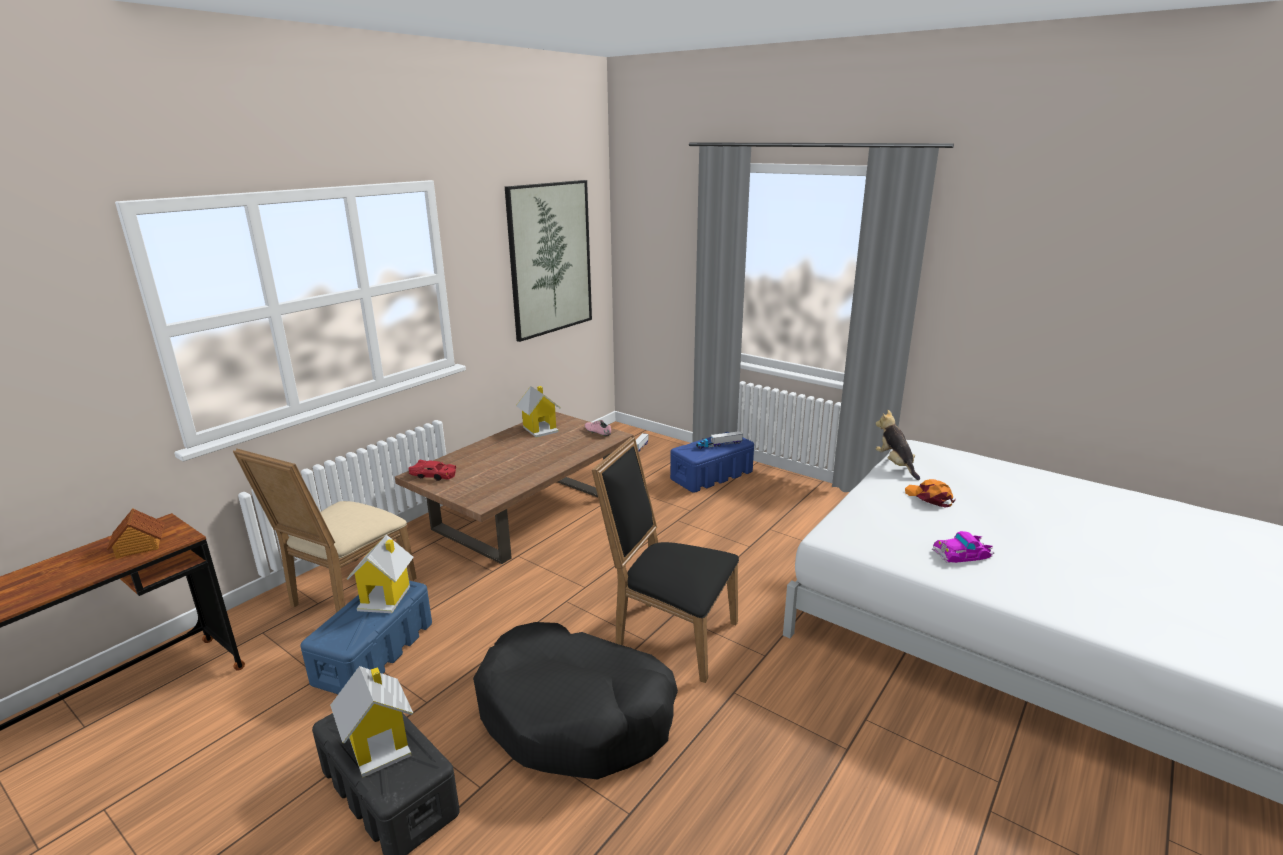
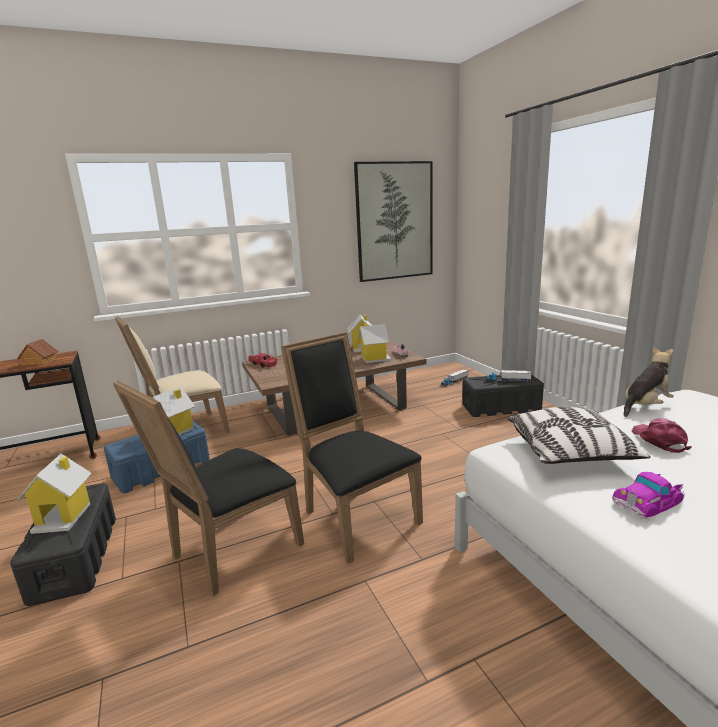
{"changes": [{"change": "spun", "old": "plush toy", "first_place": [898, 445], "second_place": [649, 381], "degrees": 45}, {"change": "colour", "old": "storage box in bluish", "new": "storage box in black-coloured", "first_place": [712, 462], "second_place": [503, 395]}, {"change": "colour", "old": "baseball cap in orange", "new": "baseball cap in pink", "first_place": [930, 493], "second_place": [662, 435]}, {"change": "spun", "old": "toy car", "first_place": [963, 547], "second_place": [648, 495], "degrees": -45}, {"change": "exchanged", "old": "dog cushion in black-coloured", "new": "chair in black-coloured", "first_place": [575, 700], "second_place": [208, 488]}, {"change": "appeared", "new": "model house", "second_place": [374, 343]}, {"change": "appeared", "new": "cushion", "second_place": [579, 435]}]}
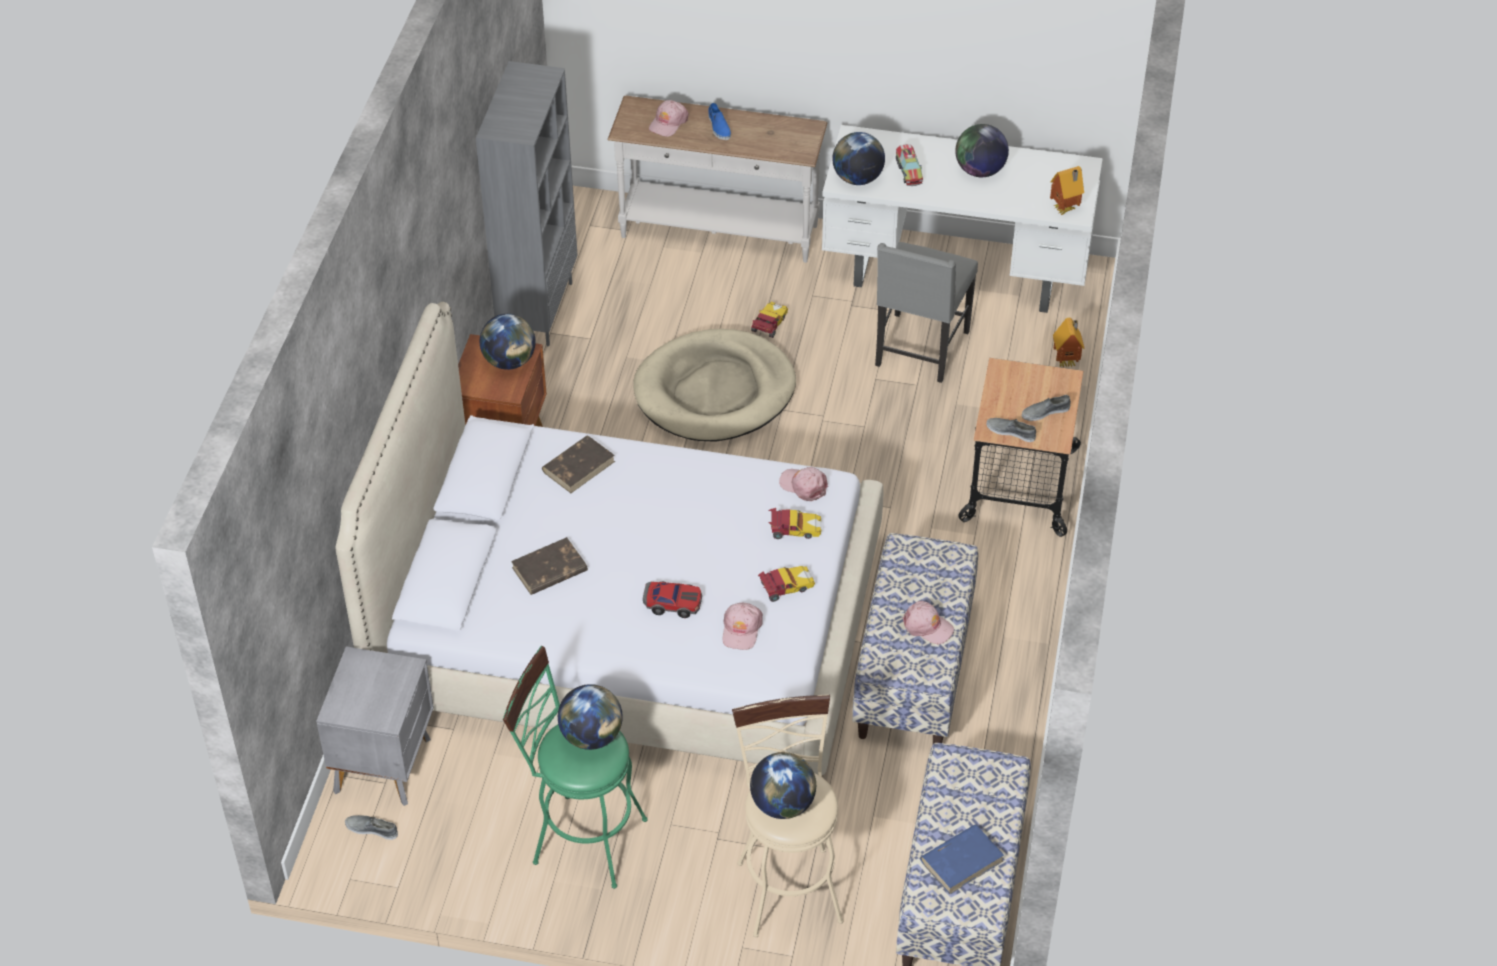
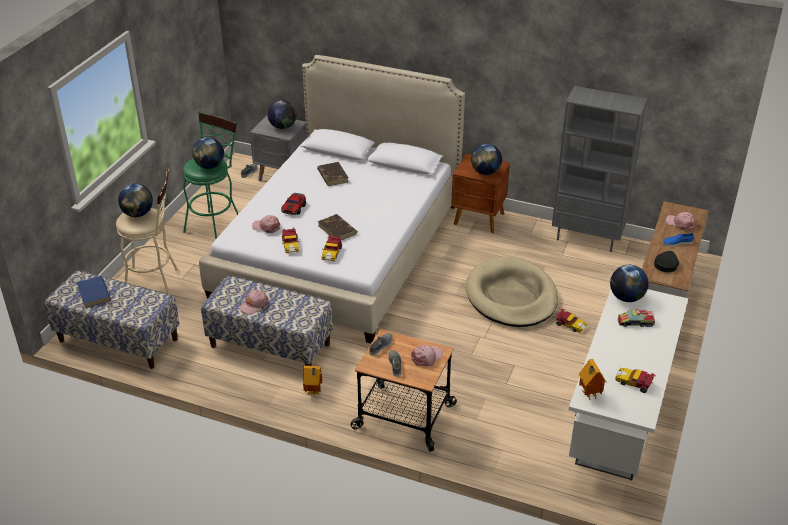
{"changes": [{"change": "relocated", "old": "desk globe", "first_place": [982, 150], "second_place": [282, 114]}, {"change": "missing", "old": "chair in gray", "first_place": [926, 312]}, {"change": "relocated", "old": "model house", "first_place": [1068, 343], "second_place": [312, 380]}, {"change": "relocated", "old": "volume in brown-coloured", "first_place": [578, 464], "second_place": [337, 227]}, {"change": "relocated", "old": "baseball cap in pink", "first_place": [803, 484], "second_place": [427, 355]}, {"change": "appeared", "new": "baseball cap in black-coloured", "second_place": [666, 261]}, {"change": "appeared", "new": "toy car", "second_place": [635, 380]}]}
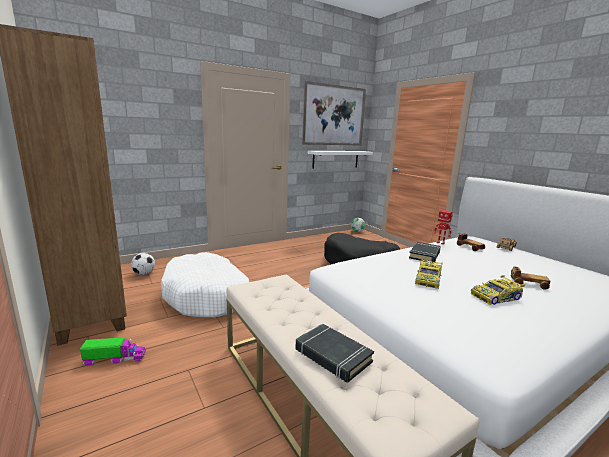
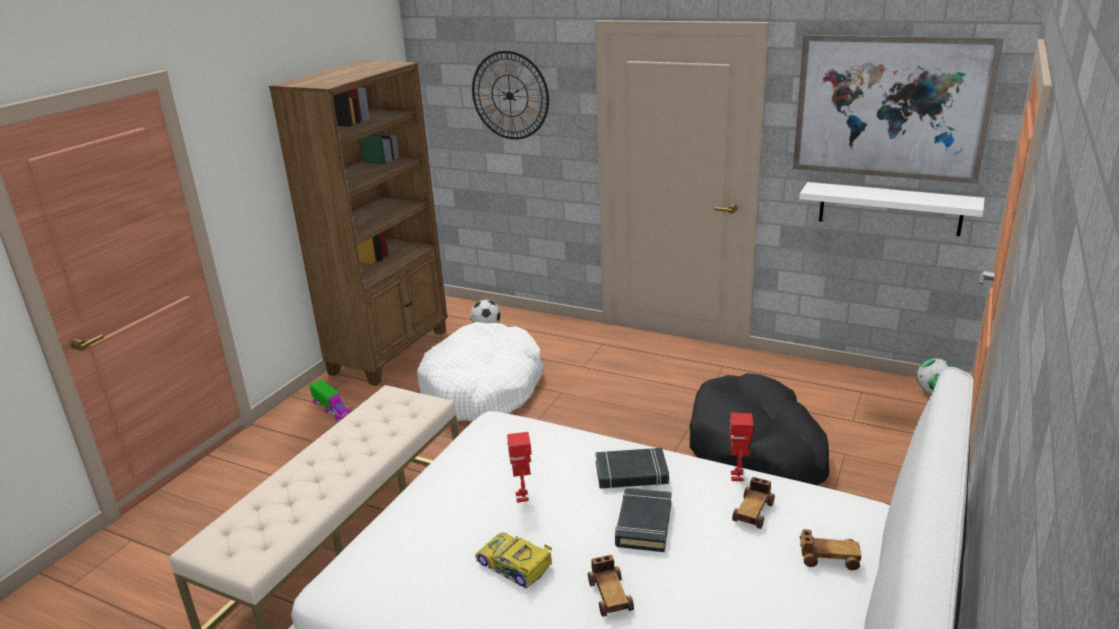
{"changes": [{"change": "exchanged", "old": "toy car", "new": "model robot", "first_place": [429, 273], "second_place": [519, 467]}, {"change": "relocated", "old": "volume in black-coloured", "first_place": [334, 353], "second_place": [643, 520]}, {"change": "appeared", "new": "clock on the wall", "second_place": [510, 95]}]}
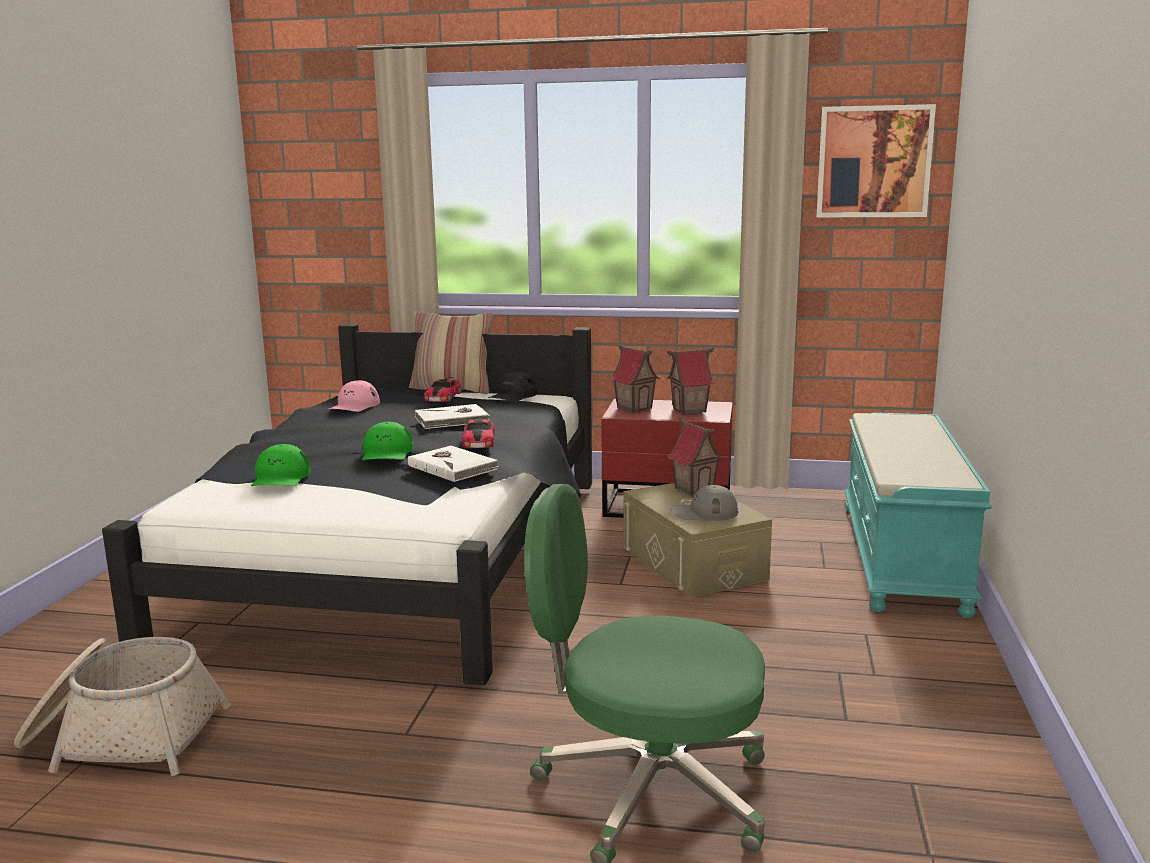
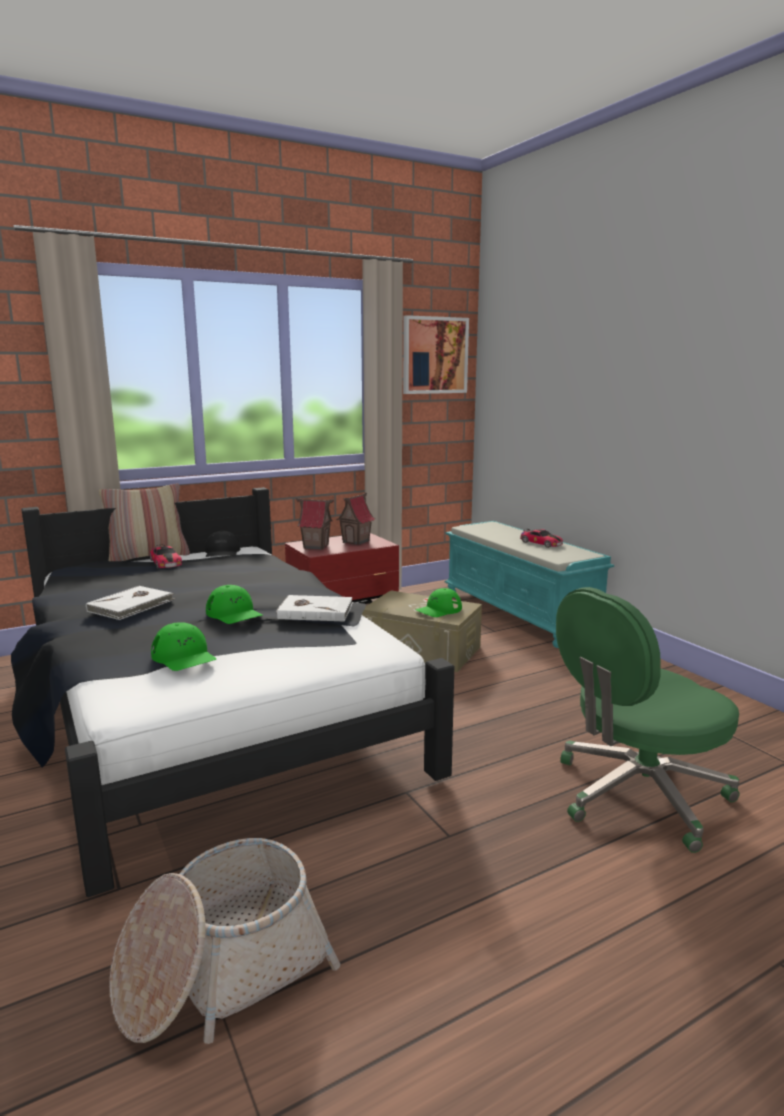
{"changes": [{"change": "missing", "old": "baseball cap in pink", "first_place": [354, 396]}, {"change": "relocated", "old": "volume in whitish", "first_place": [453, 416], "second_place": [131, 603]}, {"change": "relocated", "old": "toy car", "first_place": [478, 432], "second_place": [541, 538]}, {"change": "missing", "old": "model house", "first_place": [695, 457]}, {"change": "colour", "old": "baseball cap in gray", "new": "baseball cap in green-coloured", "first_place": [704, 503], "second_place": [438, 602]}]}
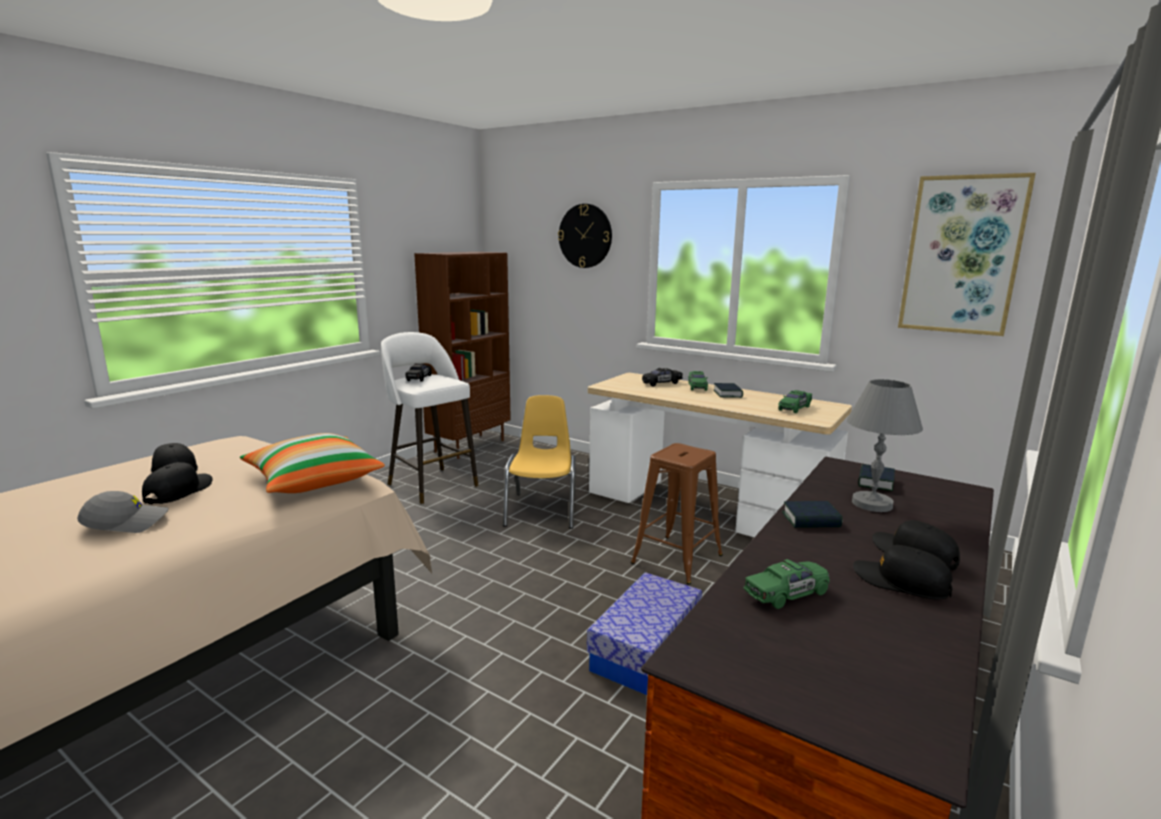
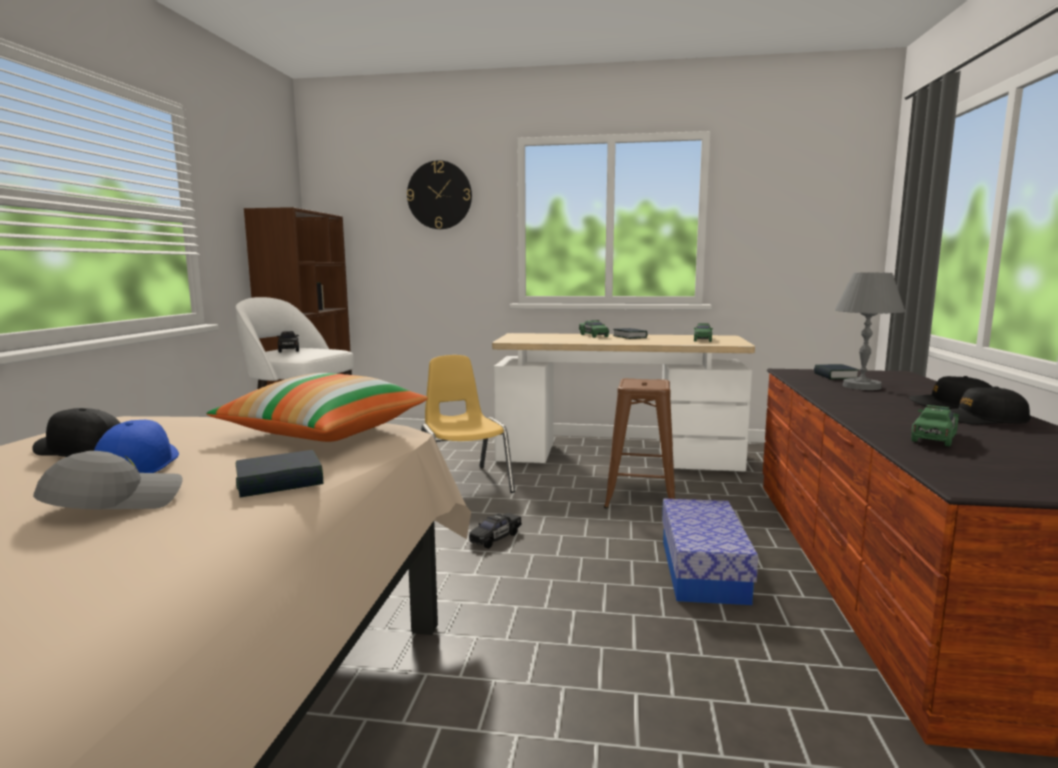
{"changes": [{"change": "missing", "old": "picture", "first_place": [967, 254]}, {"change": "relocated", "old": "toy car in black-coloured", "first_place": [662, 377], "second_place": [495, 531]}, {"change": "colour", "old": "baseball cap in black-coloured", "new": "baseball cap in bluish", "first_place": [177, 483], "second_place": [136, 446]}, {"change": "relocated", "old": "volume", "first_place": [812, 514], "second_place": [279, 474]}]}
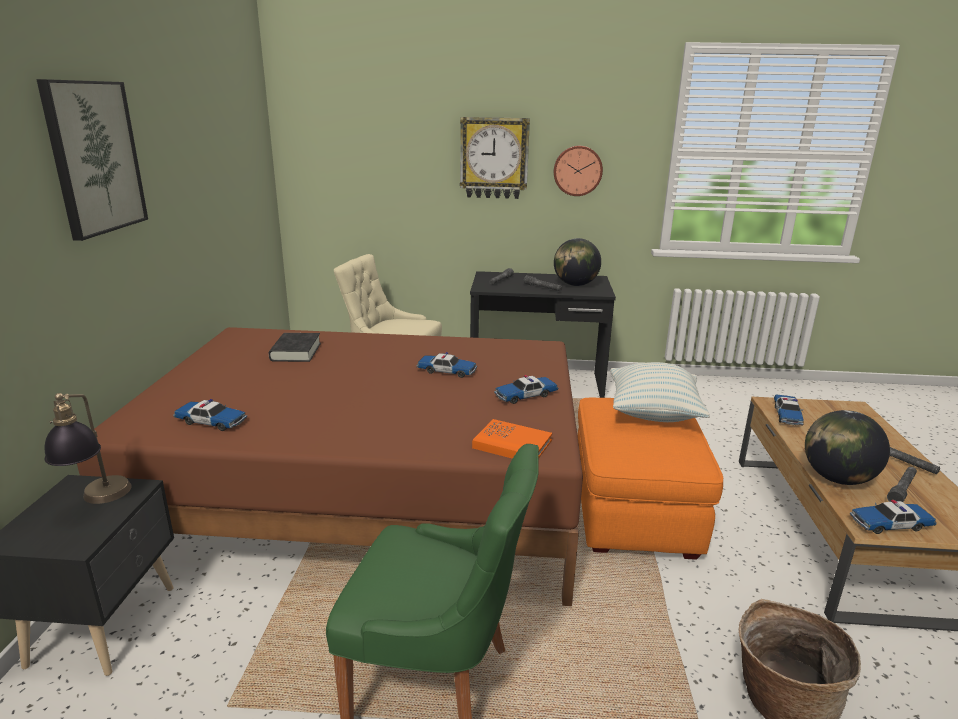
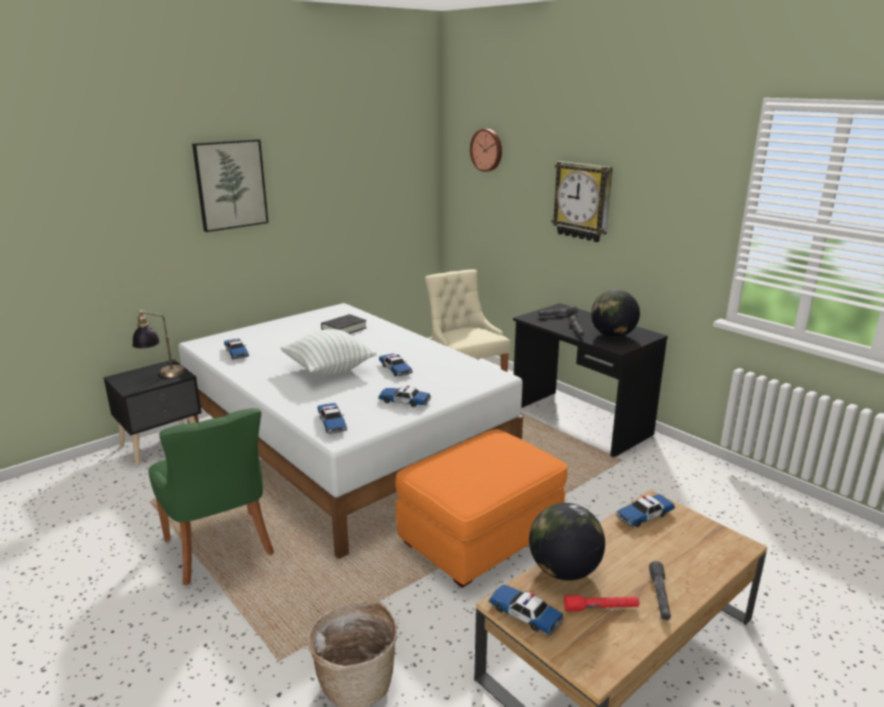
{"changes": [{"change": "relocated", "old": "clock on the wall", "first_place": [578, 171], "second_place": [486, 150]}, {"change": "colour", "old": "sleeping bed in brown-coloured", "new": "sleeping bed in whitish", "first_place": [330, 466], "second_place": [350, 431]}, {"change": "relocated", "old": "cushion", "first_place": [660, 392], "second_place": [328, 352]}, {"change": "exchanged", "old": "volume in orange", "new": "toy car", "first_place": [512, 439], "second_place": [332, 418]}, {"change": "colour", "old": "flashlight in gray", "new": "flashlight in red-coloured", "first_place": [902, 484], "second_place": [602, 603]}]}
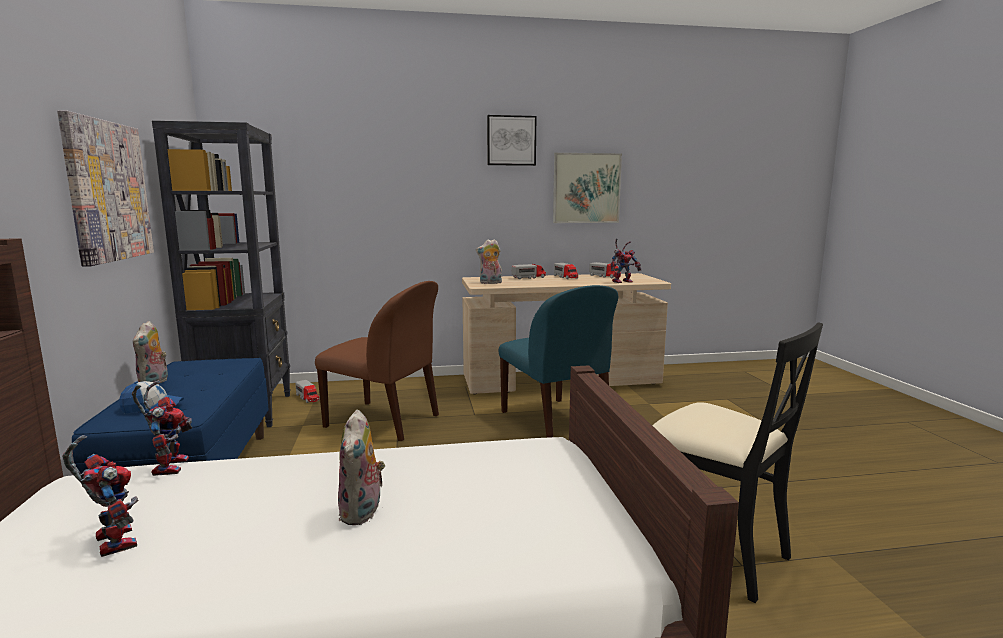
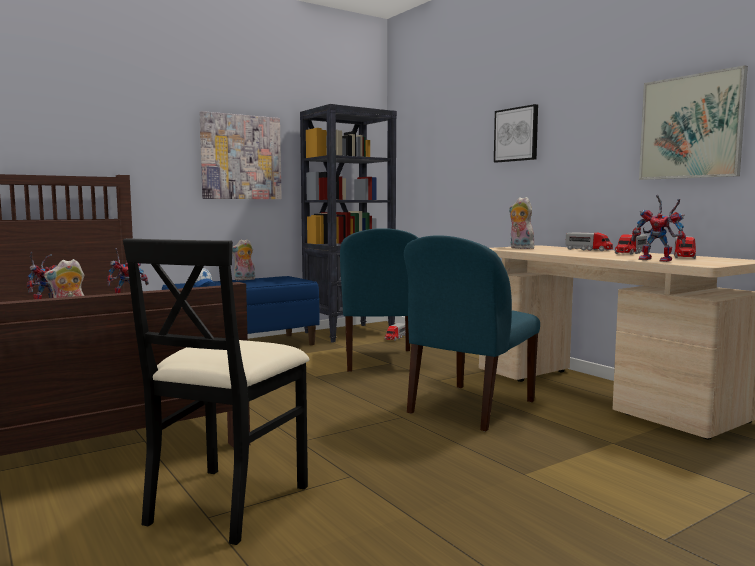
{"changes": [{"change": "relocated", "old": "picture", "first_place": [511, 140], "second_place": [516, 133]}, {"change": "colour", "old": "chair in brown-coloured", "new": "chair in bluish", "first_place": [377, 361], "second_place": [379, 300]}]}
